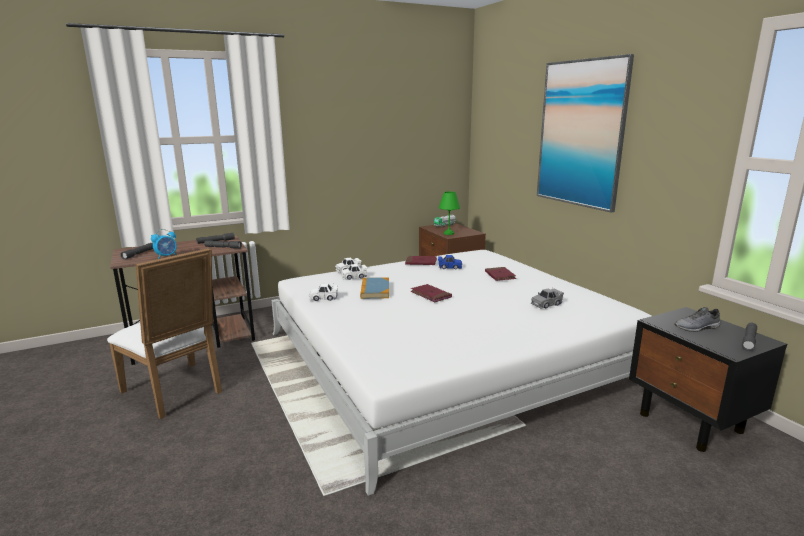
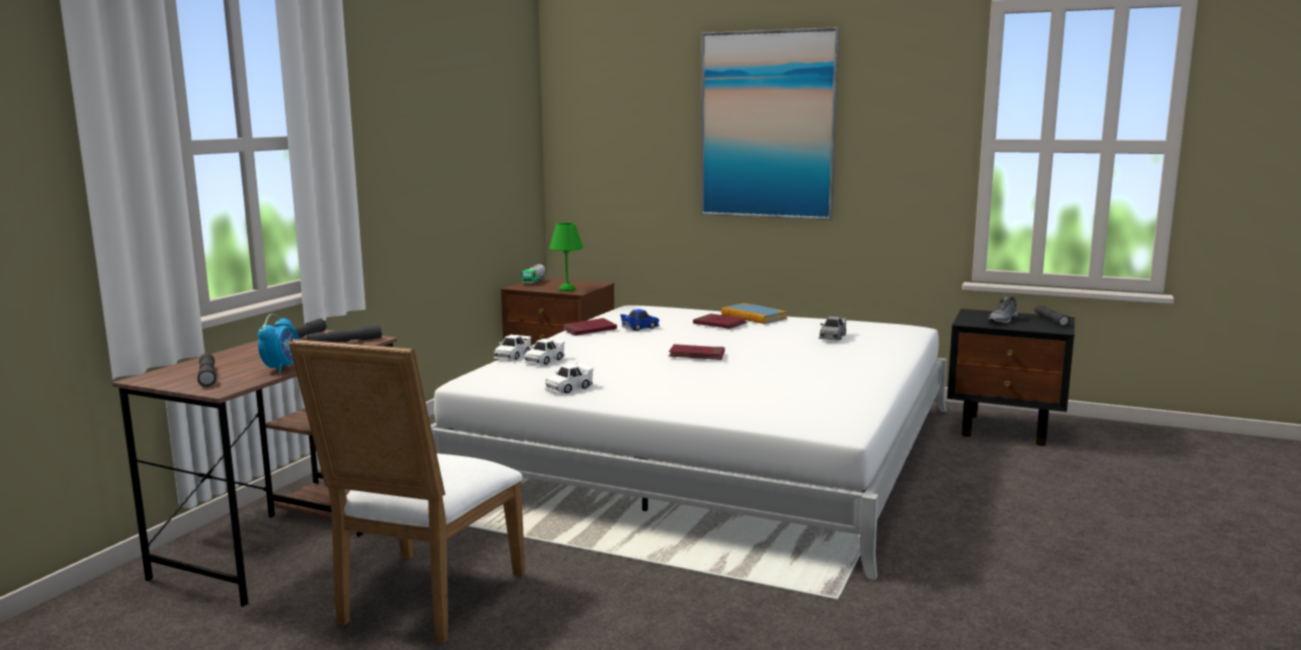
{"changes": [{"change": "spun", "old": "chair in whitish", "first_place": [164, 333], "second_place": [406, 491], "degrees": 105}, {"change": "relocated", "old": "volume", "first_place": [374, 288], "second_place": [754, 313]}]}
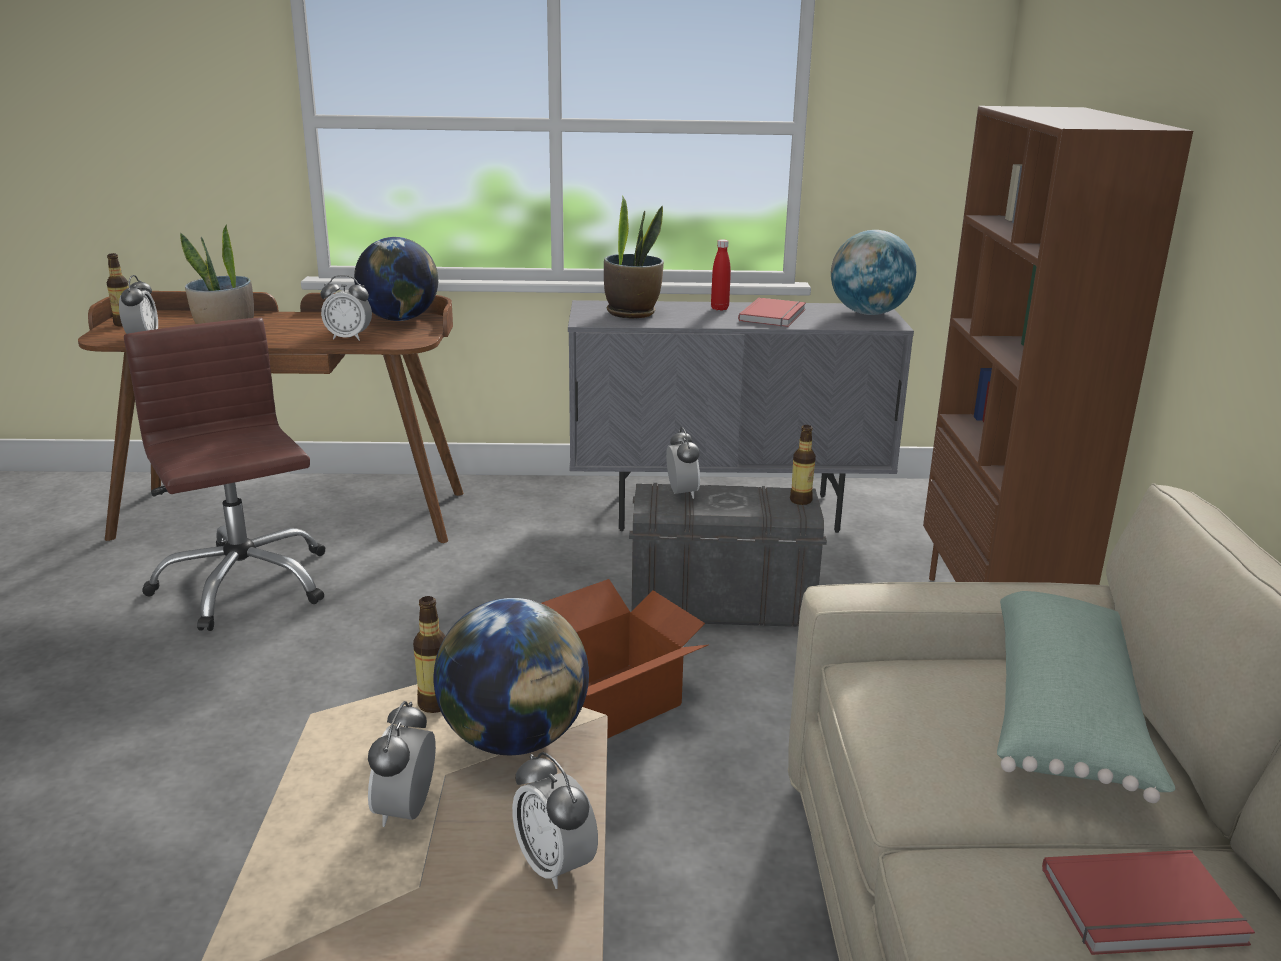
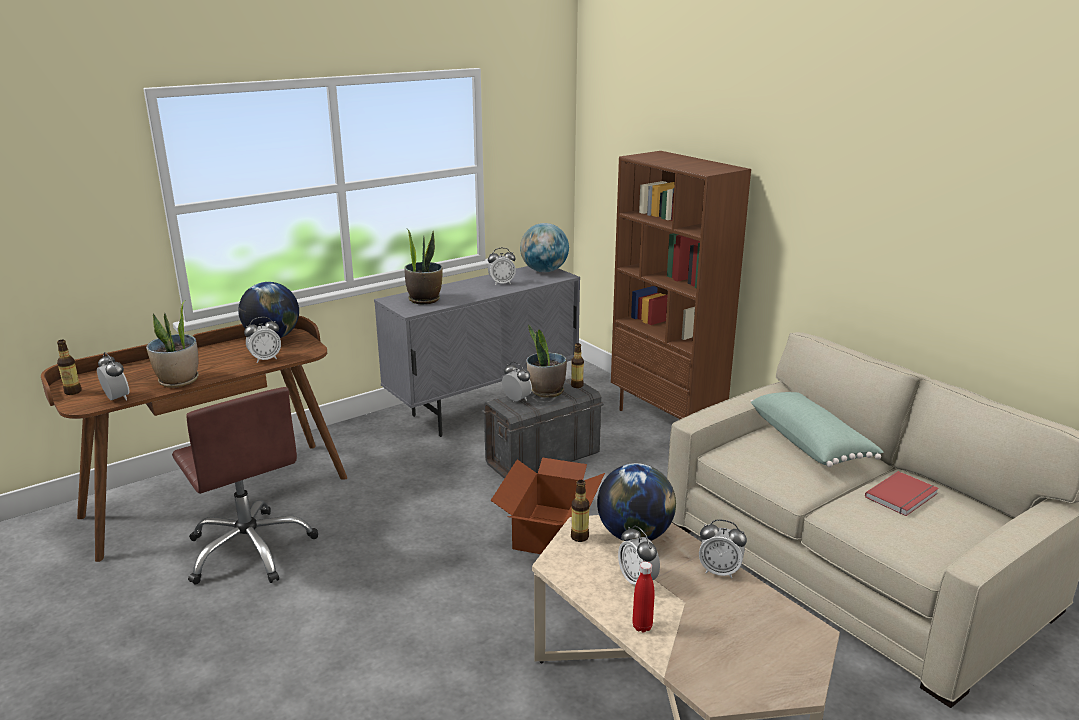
{"changes": [{"change": "relocated", "old": "bottle in red-coloured", "first_place": [721, 275], "second_place": [643, 597]}, {"change": "exchanged", "old": "volume in red-coloured", "new": "bedside clock", "first_place": [772, 312], "second_place": [502, 267]}, {"change": "spun", "old": "computer chair in brown-coloured", "first_place": [225, 474], "second_place": [245, 485], "degrees": -150}, {"change": "appeared", "new": "houseplant", "second_place": [546, 361]}]}
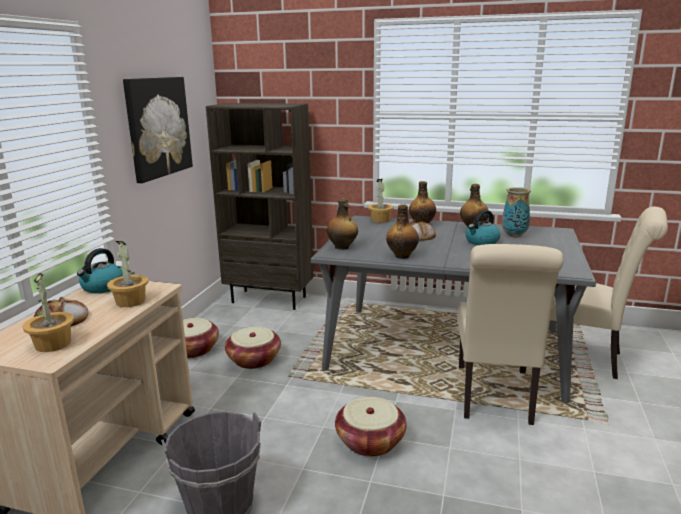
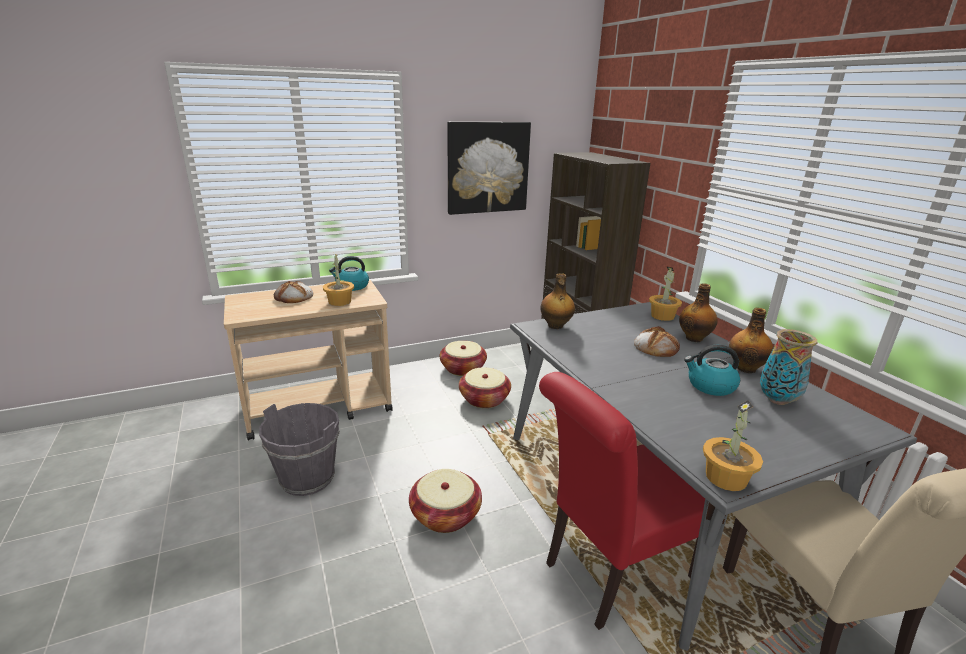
{"changes": [{"change": "missing", "old": "bottle", "first_place": [402, 231]}, {"change": "colour", "old": "chair in beige-coloured", "new": "chair in red-coloured", "first_place": [510, 334], "second_place": [622, 501]}, {"change": "relocated", "old": "houseplant", "first_place": [48, 312], "second_place": [733, 445]}]}
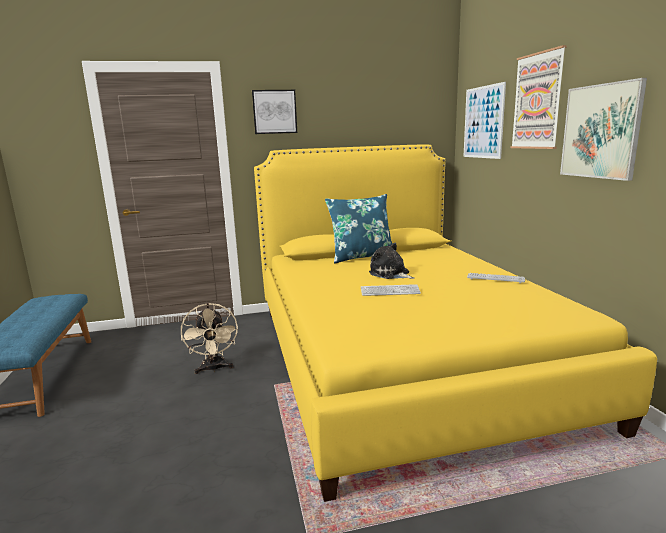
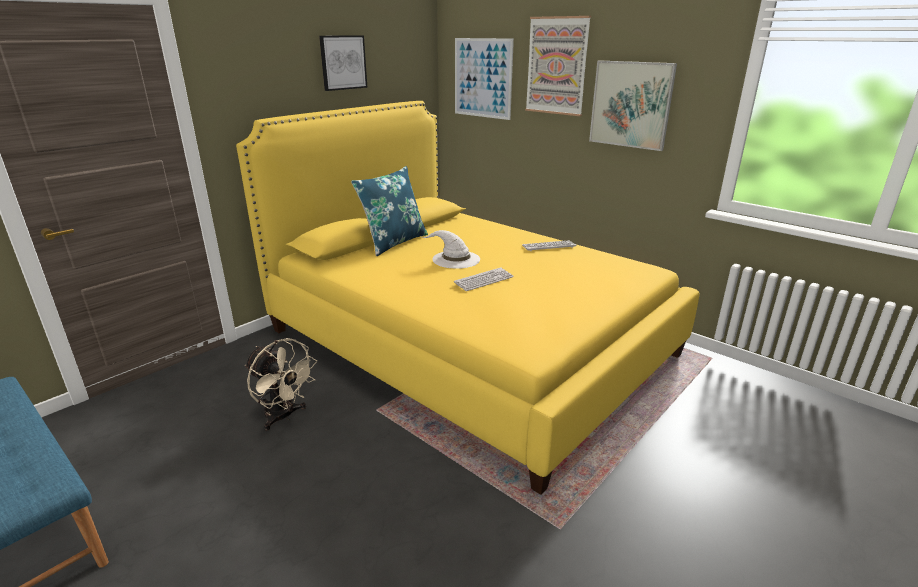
{"changes": [{"change": "relocated", "old": "picture", "first_place": [274, 112], "second_place": [343, 63]}, {"change": "exchanged", "old": "plush toy", "new": "wearable hat in whitish", "first_place": [392, 261], "second_place": [451, 249]}]}
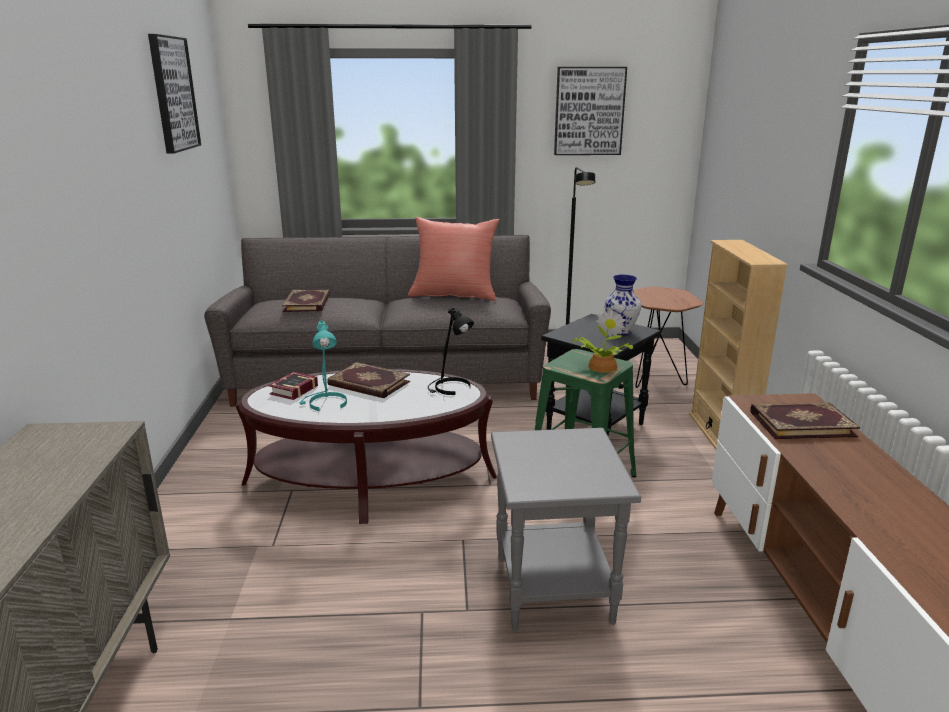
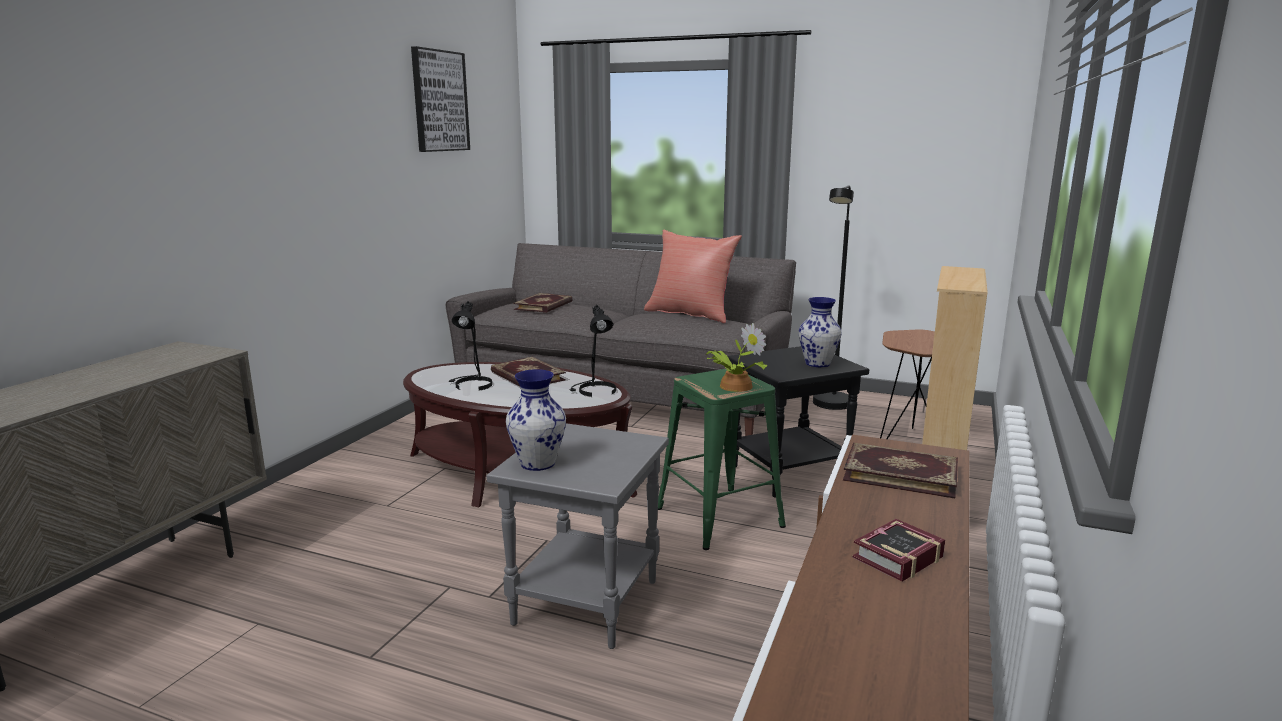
{"changes": [{"change": "missing", "old": "picture", "first_place": [590, 111]}, {"change": "colour", "old": "table lamp in turquoise", "new": "table lamp in black-coloured", "first_place": [323, 365], "second_place": [470, 346]}, {"change": "relocated", "old": "volume", "first_place": [293, 386], "second_place": [899, 550]}, {"change": "appeared", "new": "vase", "second_place": [536, 420]}]}
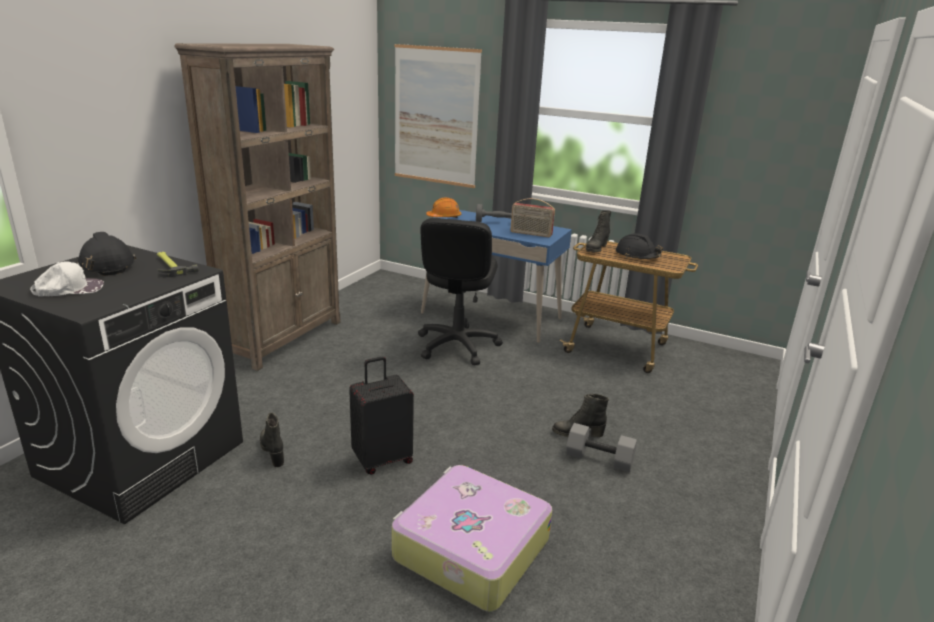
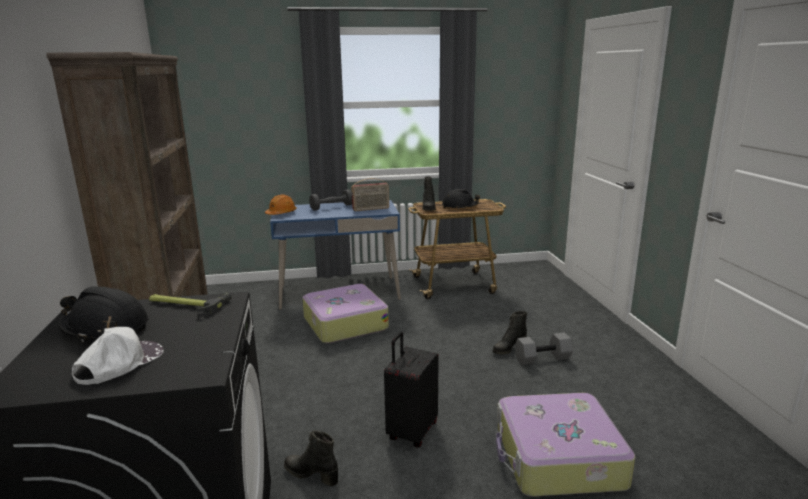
{"changes": [{"change": "missing", "old": "picture", "first_place": [438, 116]}, {"change": "exchanged", "old": "computer chair in black-coloured", "new": "suitcase", "first_place": [460, 291], "second_place": [345, 313]}]}
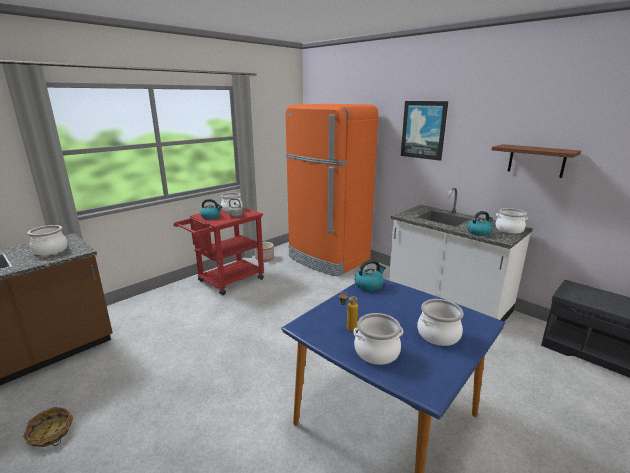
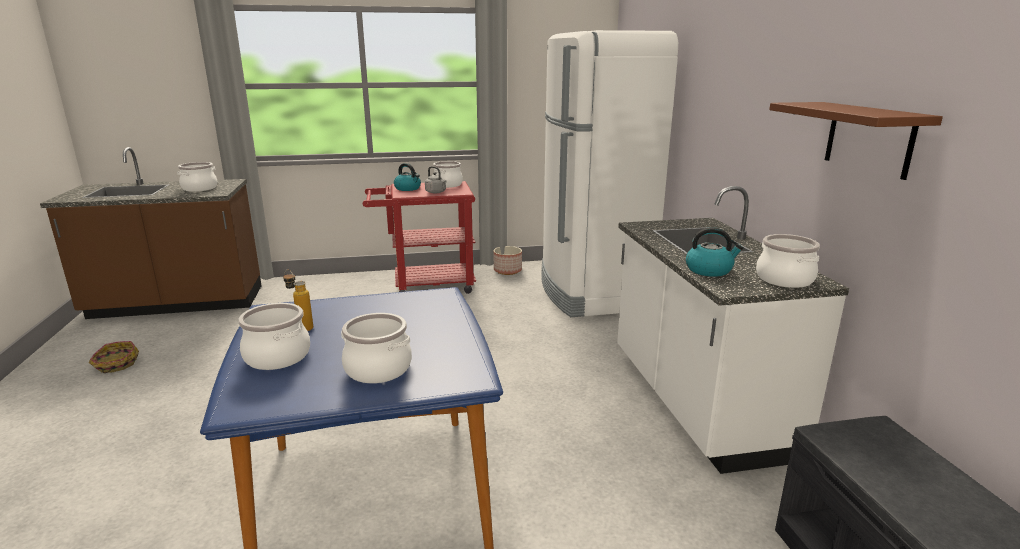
{"changes": [{"change": "missing", "old": "picture", "first_place": [424, 131]}, {"change": "colour", "old": "refrigerator in orange", "new": "refrigerator in whitish", "first_place": [332, 190], "second_place": [609, 173]}, {"change": "missing", "old": "water kettle", "first_place": [370, 275]}]}
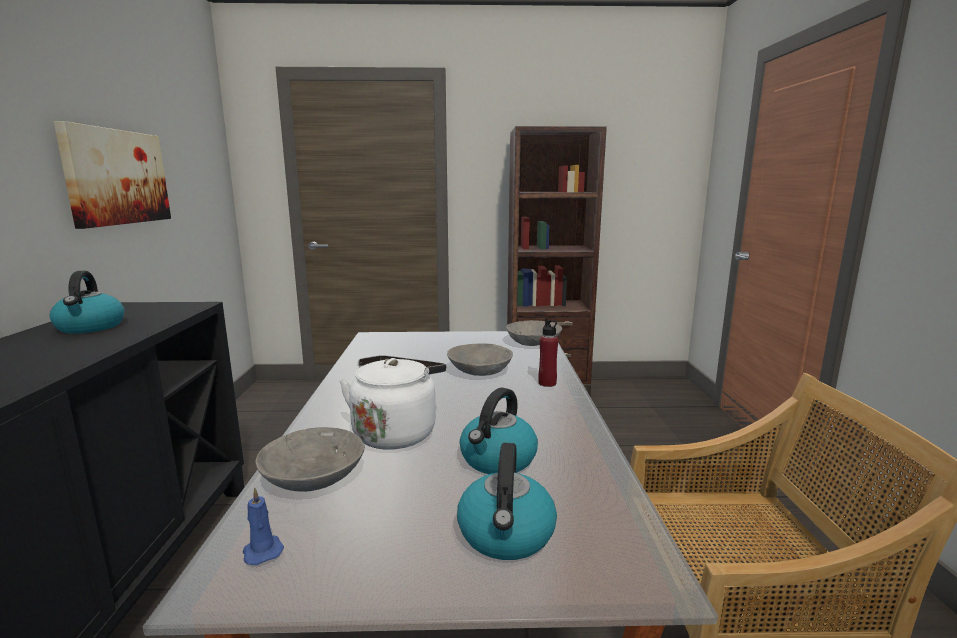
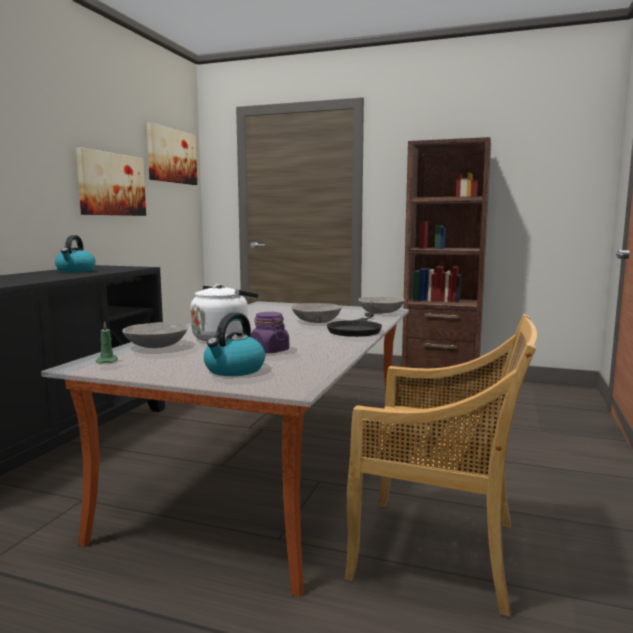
{"changes": [{"change": "exchanged", "old": "bottle in red-coloured", "new": "skillet in black-coloured", "first_place": [548, 352], "second_place": [354, 325]}, {"change": "exchanged", "old": "water kettle", "new": "jar in purple-coloured", "first_place": [499, 431], "second_place": [269, 332]}, {"change": "colour", "old": "wax light in bluish", "new": "wax light in green-coloured", "first_place": [263, 526], "second_place": [107, 342]}, {"change": "appeared", "new": "picture", "second_place": [172, 153]}]}
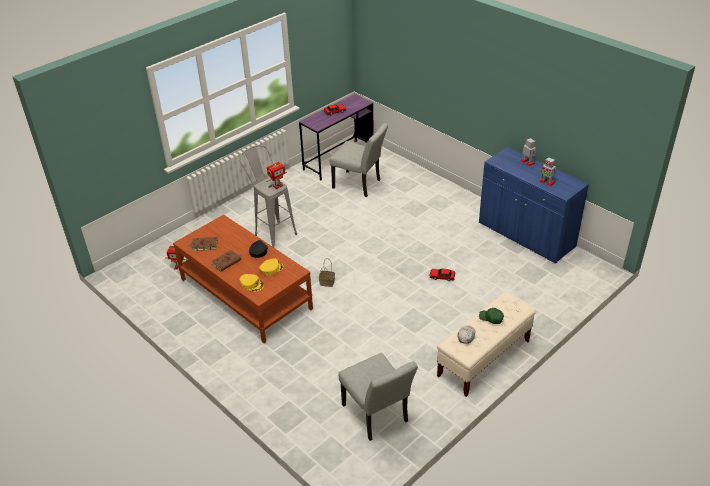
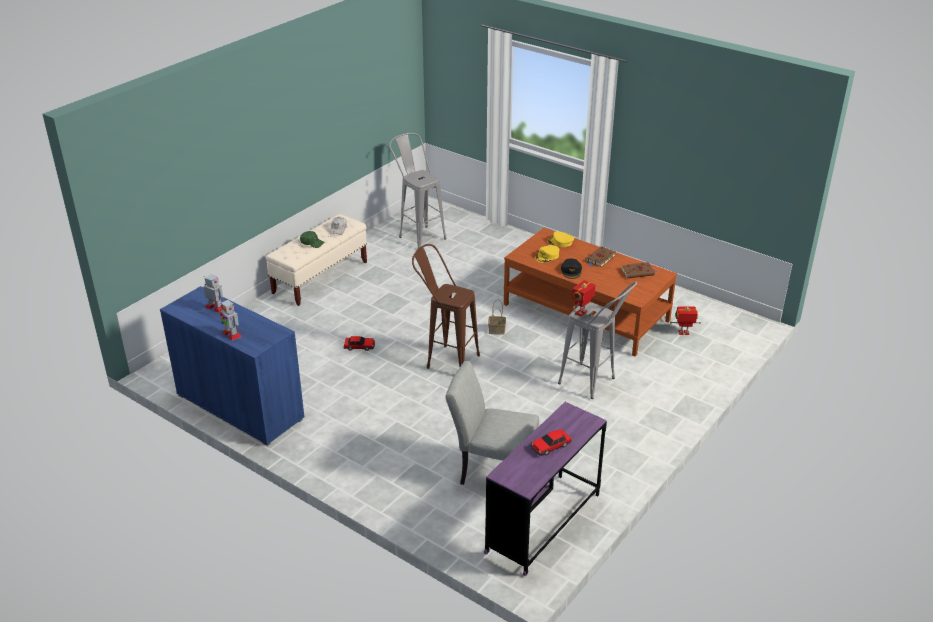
{"changes": [{"change": "exchanged", "old": "chair in gray", "new": "sitting stool in gray", "first_place": [378, 397], "second_place": [418, 191]}, {"change": "appeared", "new": "sitting stool in brown-coloured", "second_place": [446, 306]}]}
